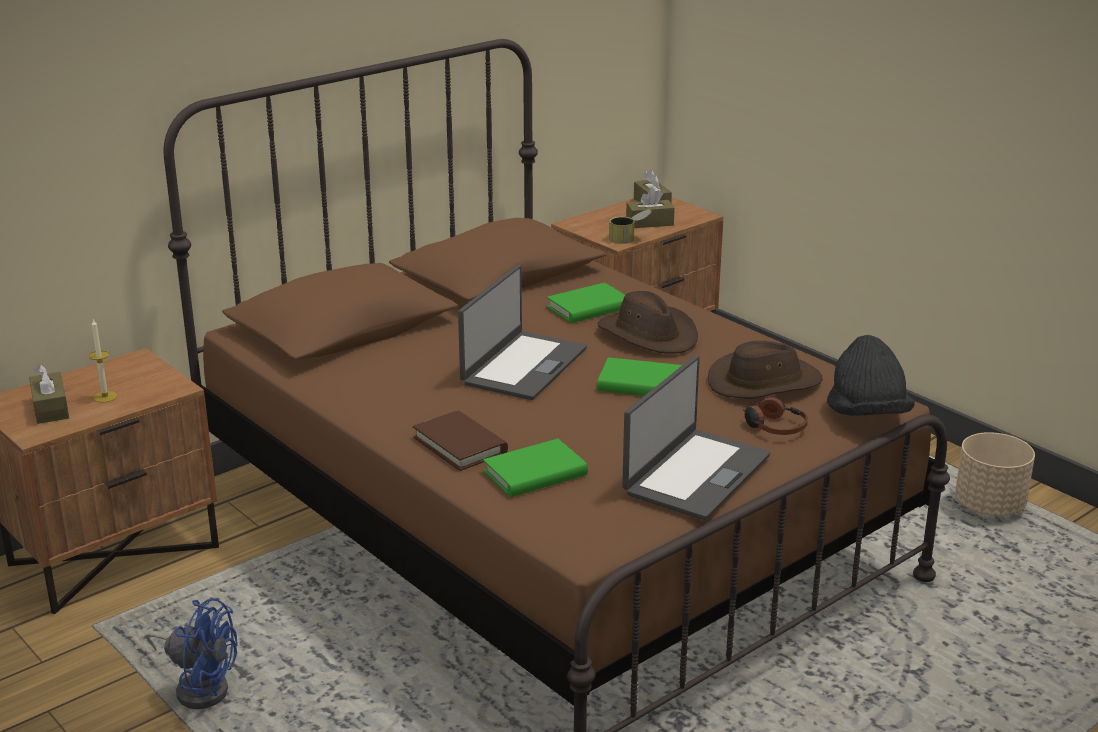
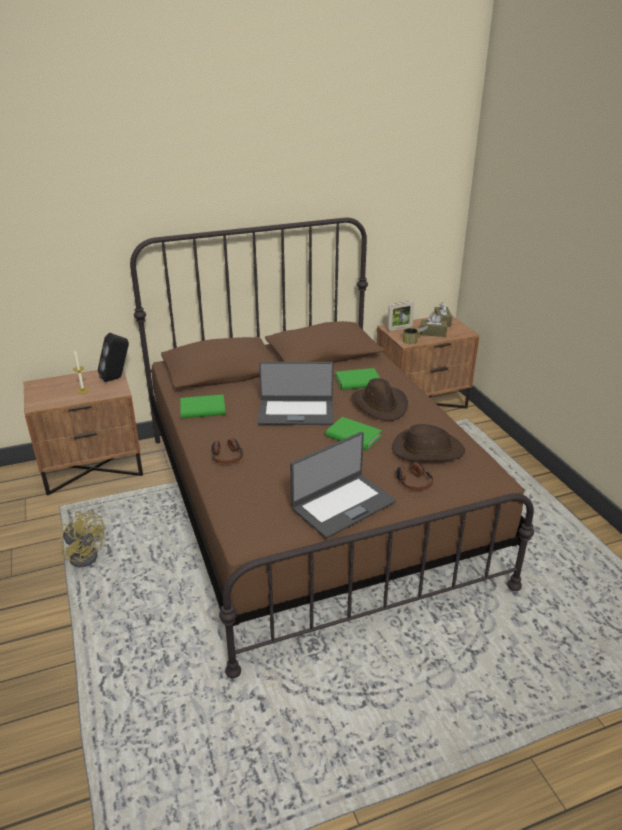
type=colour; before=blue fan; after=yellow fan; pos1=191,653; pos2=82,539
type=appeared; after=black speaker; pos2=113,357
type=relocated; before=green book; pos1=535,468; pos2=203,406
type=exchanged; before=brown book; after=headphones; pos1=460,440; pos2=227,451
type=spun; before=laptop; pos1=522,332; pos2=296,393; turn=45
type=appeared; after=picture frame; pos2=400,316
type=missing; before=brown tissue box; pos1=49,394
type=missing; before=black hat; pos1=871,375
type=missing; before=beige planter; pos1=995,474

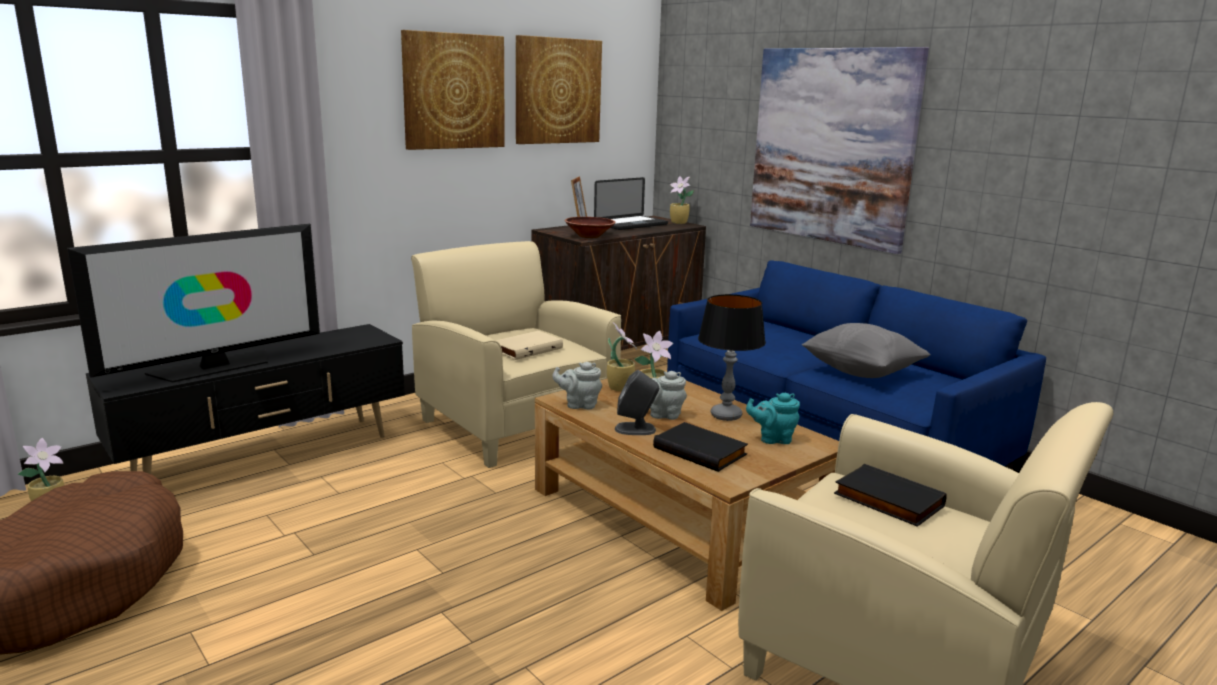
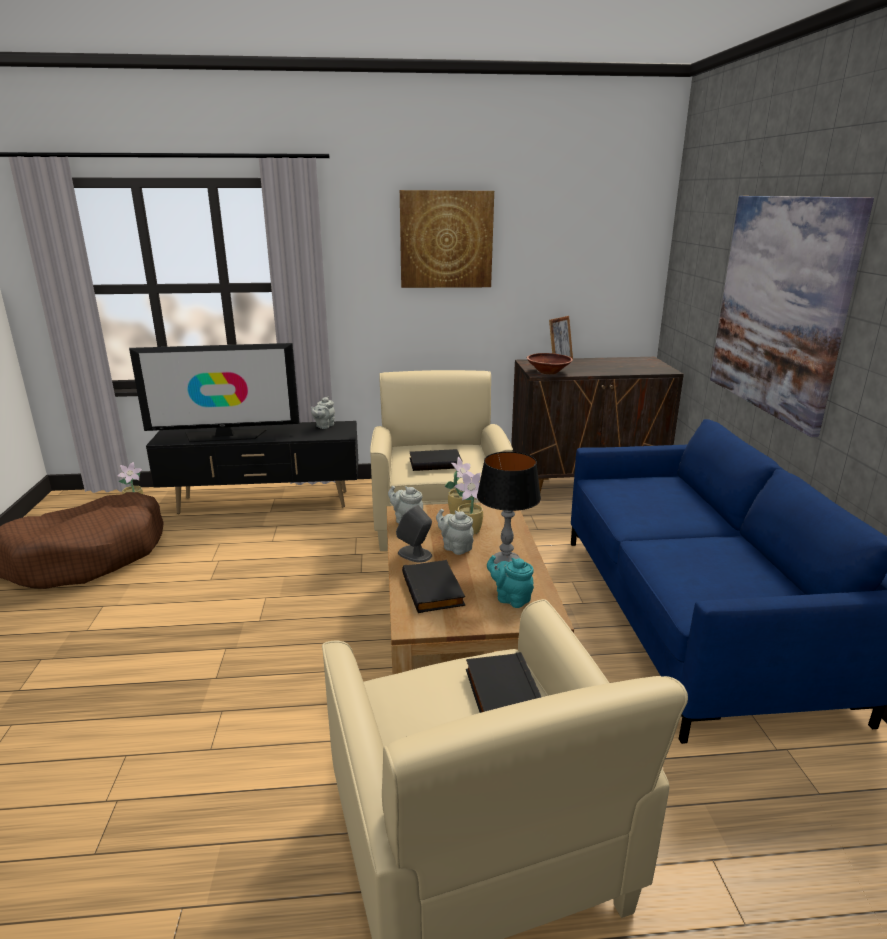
type=appeared; after=grey teapot; pos2=323,413
type=colour; before=beige book; after=black book; pos1=529,345; pos2=436,460
type=missing; before=picture; pos1=559,89
type=missing; before=laptop; pos1=631,203
type=missing; before=potted plant; pos1=682,200
type=missing; before=grey pillow; pos1=866,350

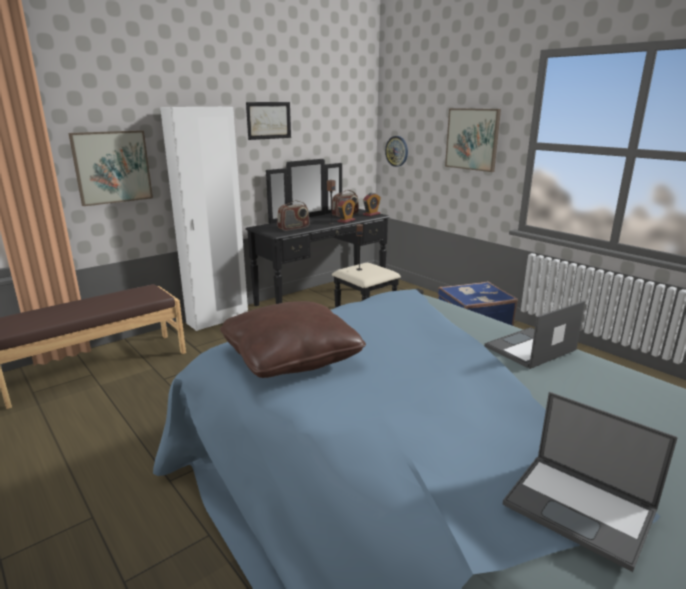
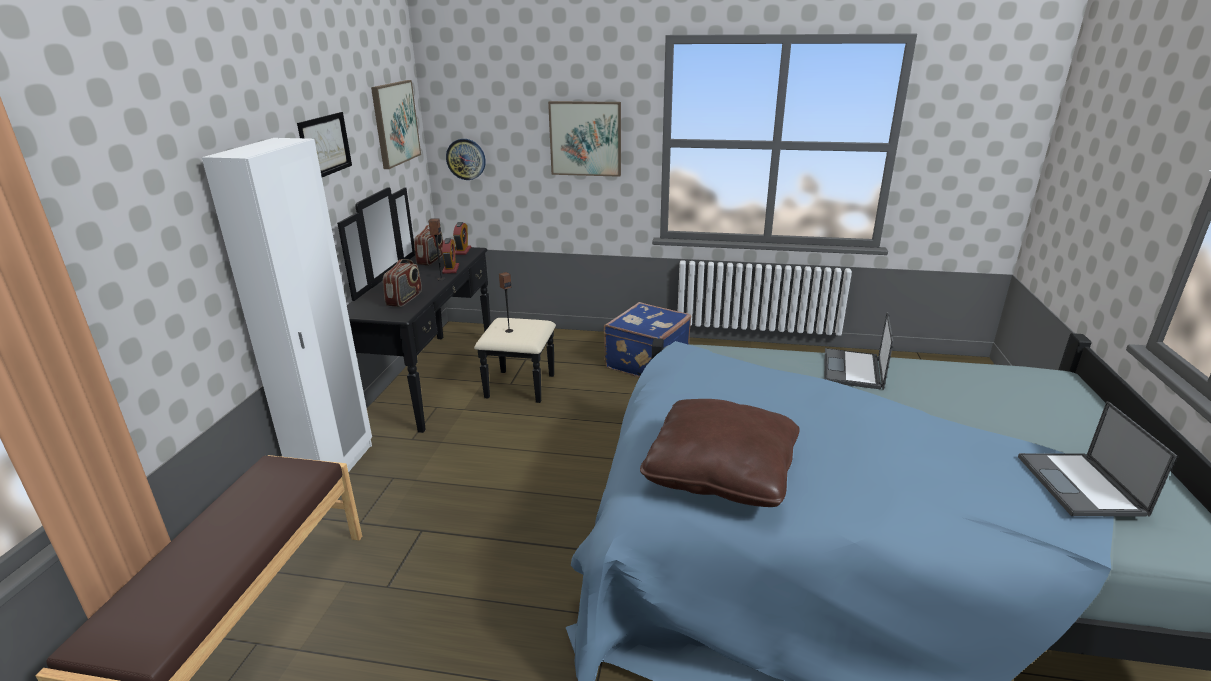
type=relocated; before=picture; pos1=110,168; pos2=396,124
type=spun; before=laptop; pos1=590,482; pos2=1097,459; turn=90

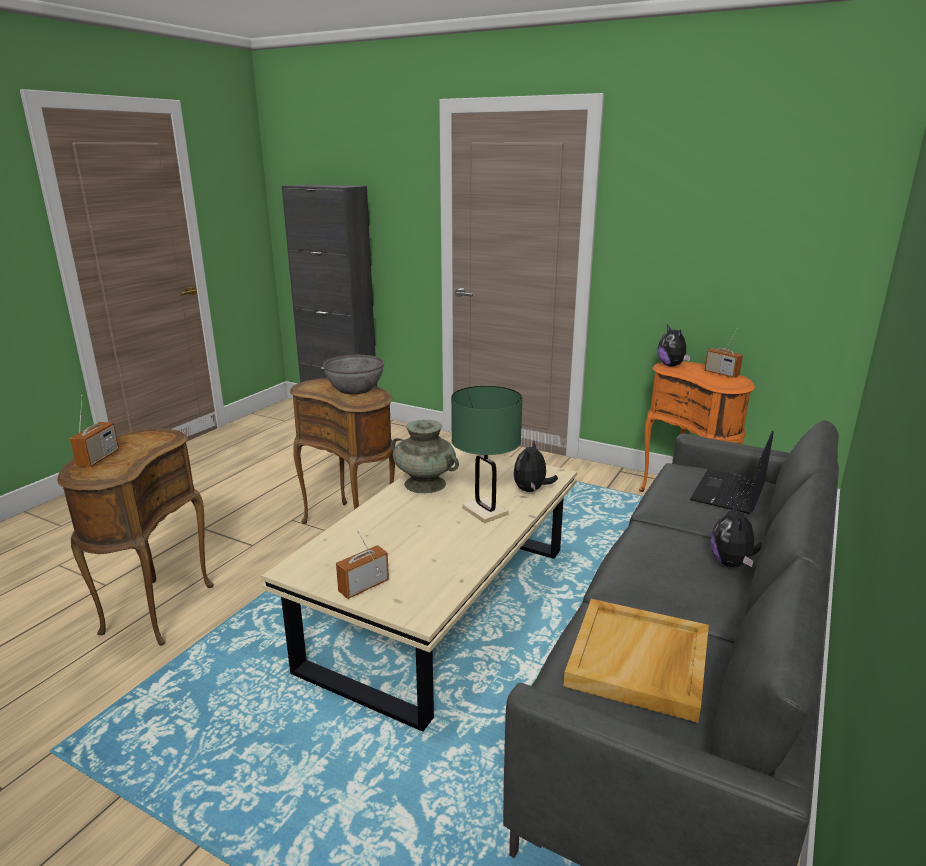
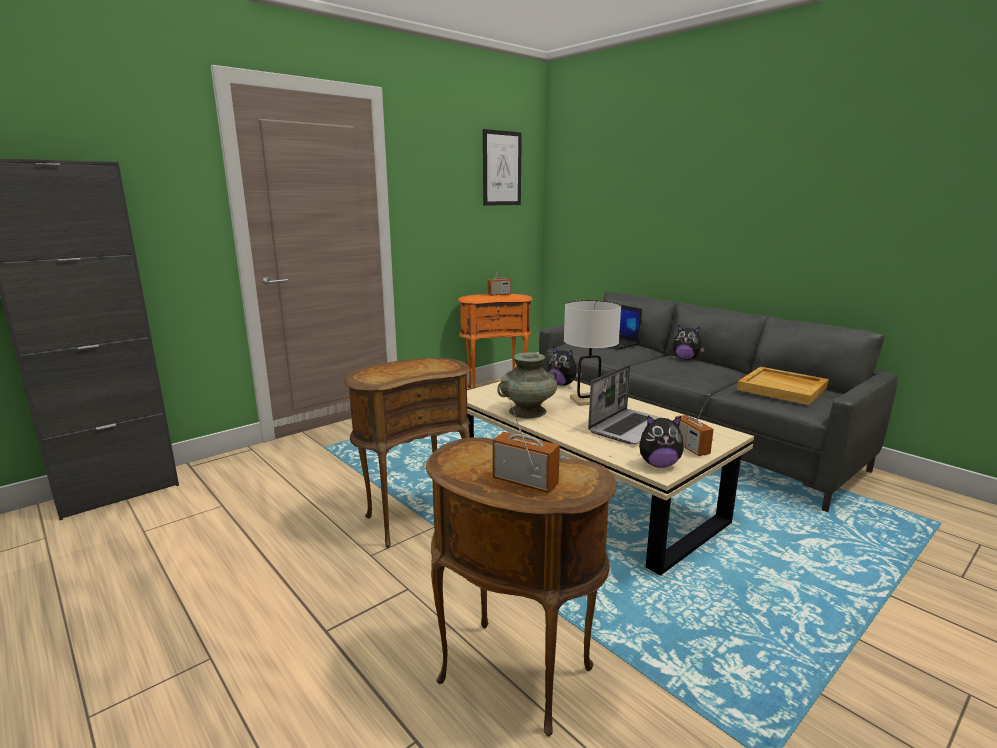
type=appeared; after=picture; pos2=502,167
type=colour; before=green table lamp; after=white table lamp; pos1=487,454; pos2=592,353
type=appeared; after=laptop; pos2=624,404
type=relocated; before=plush toy; pos1=674,346; pos2=661,441
type=missing; before=grey bowl; pos1=353,374

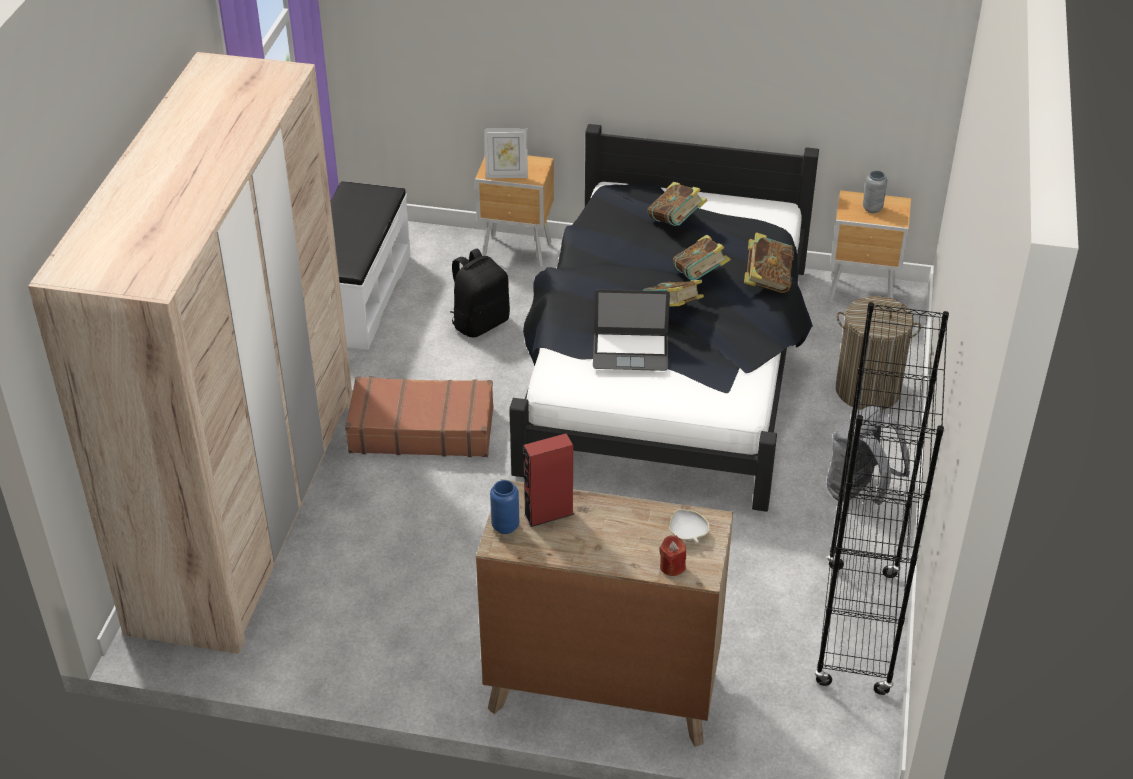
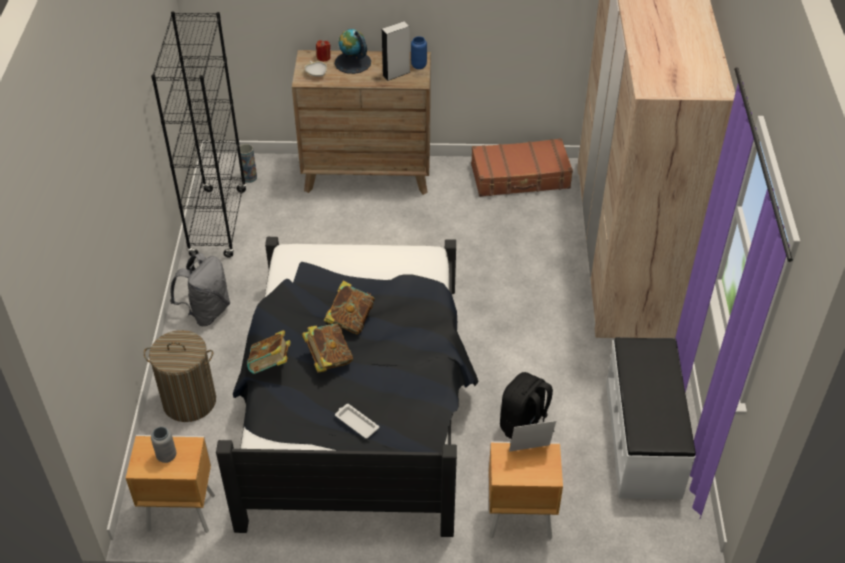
type=appeared; after=vase; pos2=248,163
type=appeared; after=globe; pos2=353,51
type=exchanged; before=book; after=white tray; pos1=677,204; pos2=357,421
type=colour; before=red speaker; after=grey speaker; pos1=548,480; pos2=396,51
type=relocated; before=brown suitcase; pos1=419,416; pos2=522,167
type=missing; before=laptop; pos1=631,330

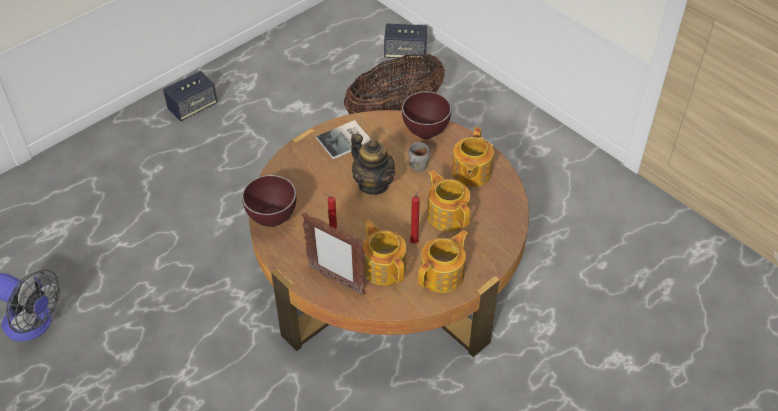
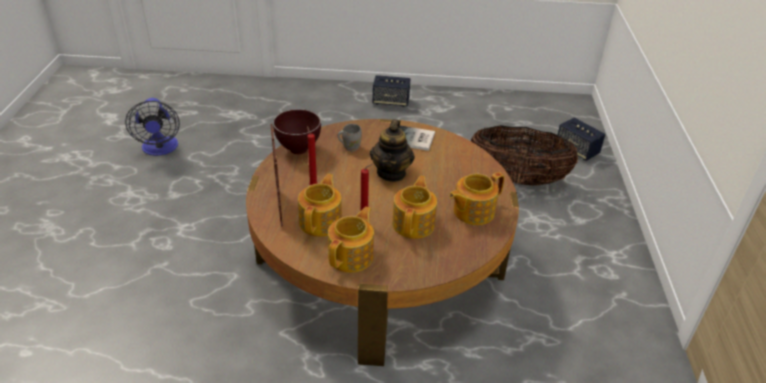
type=spun; before=teapot; pos1=443,261; pos2=351,240; turn=-60
type=relocated; before=grey mug; pos1=419,157; pos2=350,137
type=missing; before=brown bowl; pos1=427,115

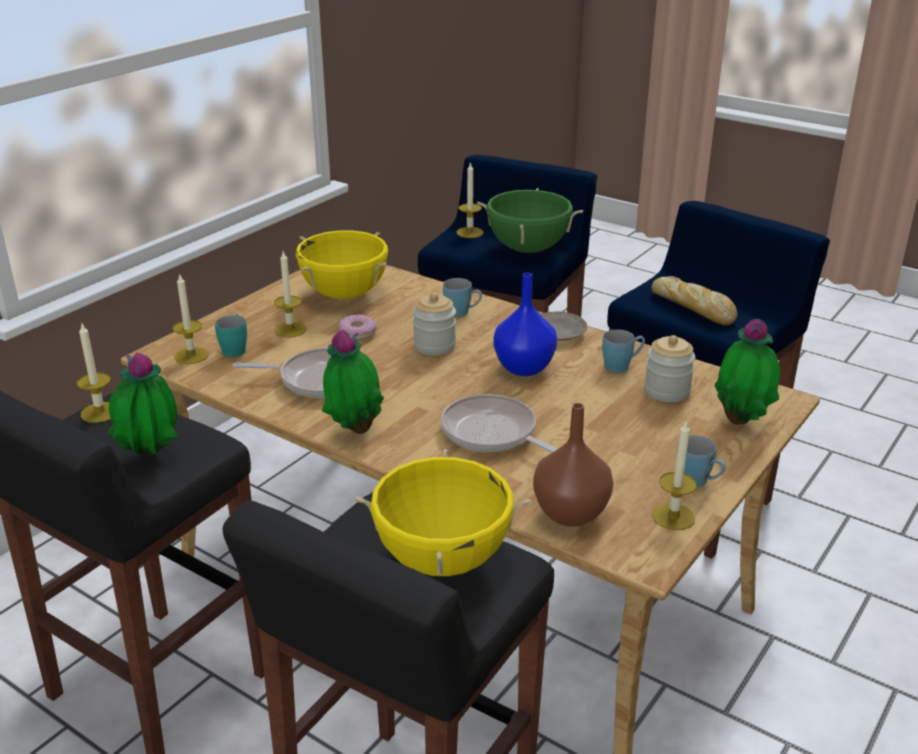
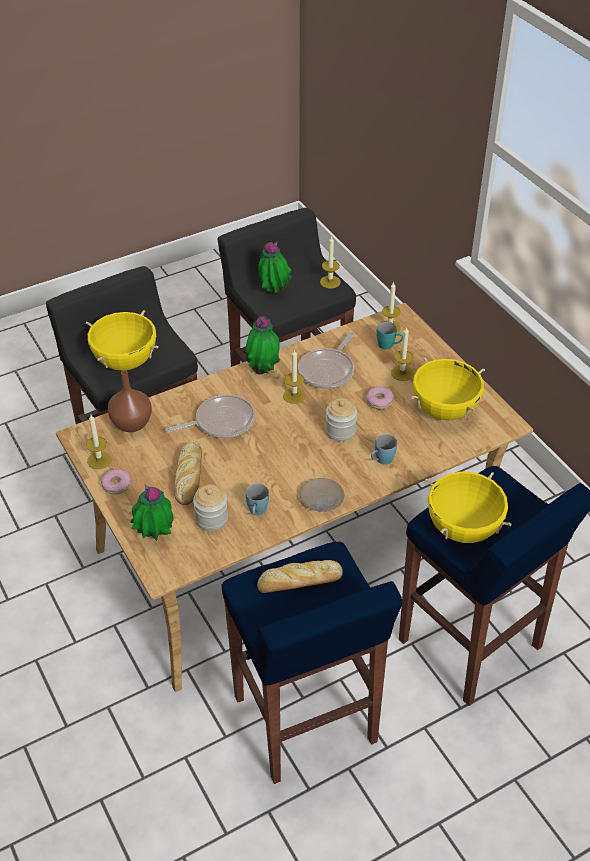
type=exchanged; before=blue mug; after=donut; pos1=701,461; pos2=116,481
type=appeared; after=bread; pos2=188,473
type=relocated; before=candle; pos1=470,200; pos2=294,376
type=colour; before=green cooking pot; after=yellow cooking pot; pos1=530,220; pos2=468,507
type=missing; before=blue vase; pos1=525,324

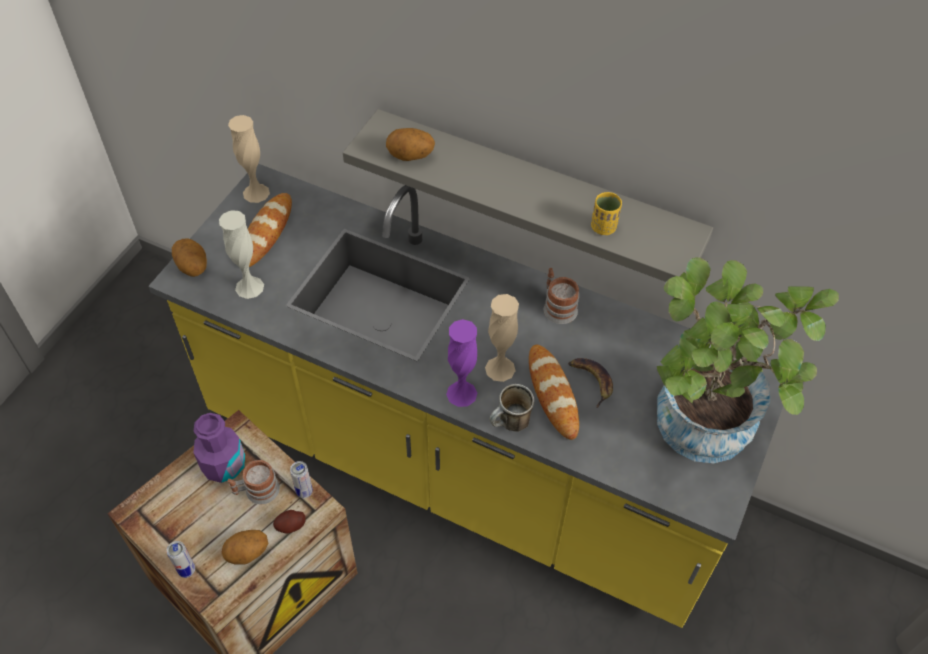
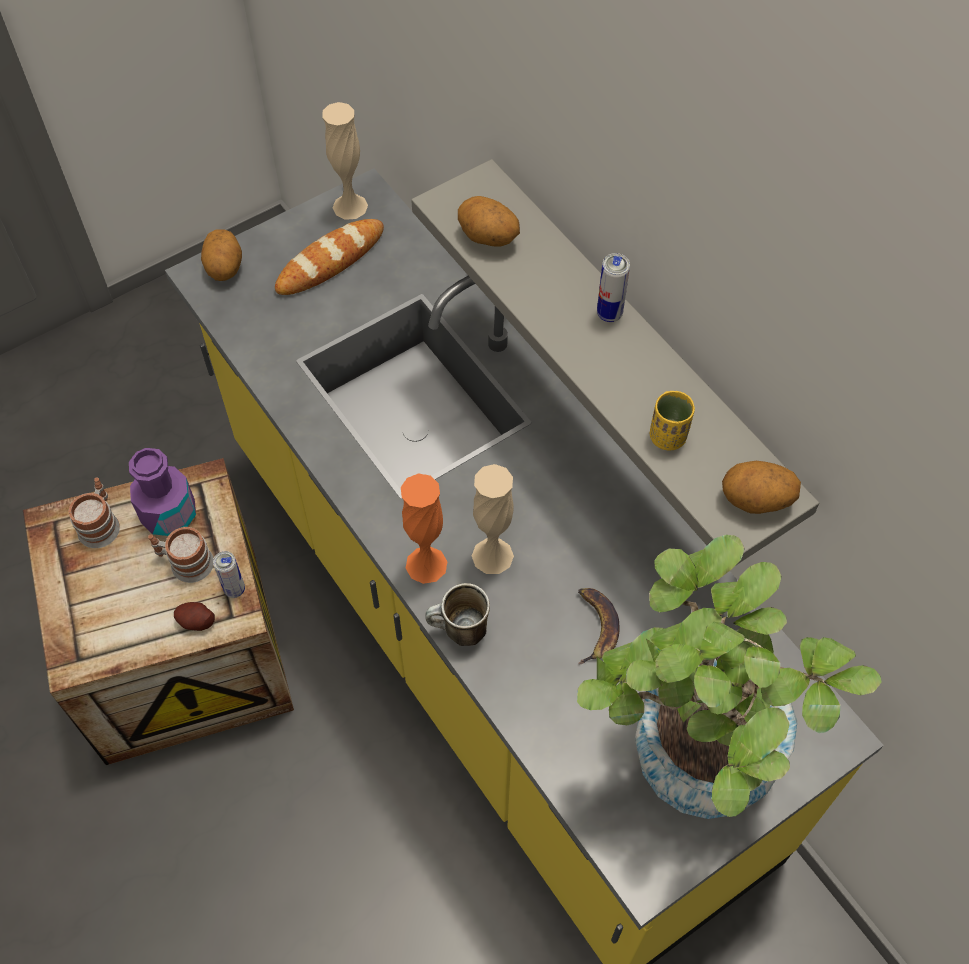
type=relocated; before=mug; pos1=561,296; pos2=94,512
type=colour; before=purple vase; after=orange vase; pos1=461,363; pos2=424,529
type=relocated; before=can; pos1=180,559; pos2=613,287
type=relocated; before=potato; pos1=245,547; pos2=761,487
type=missing; before=white vase; pos1=241,254
type=missing; before=bread; pos1=554,392

